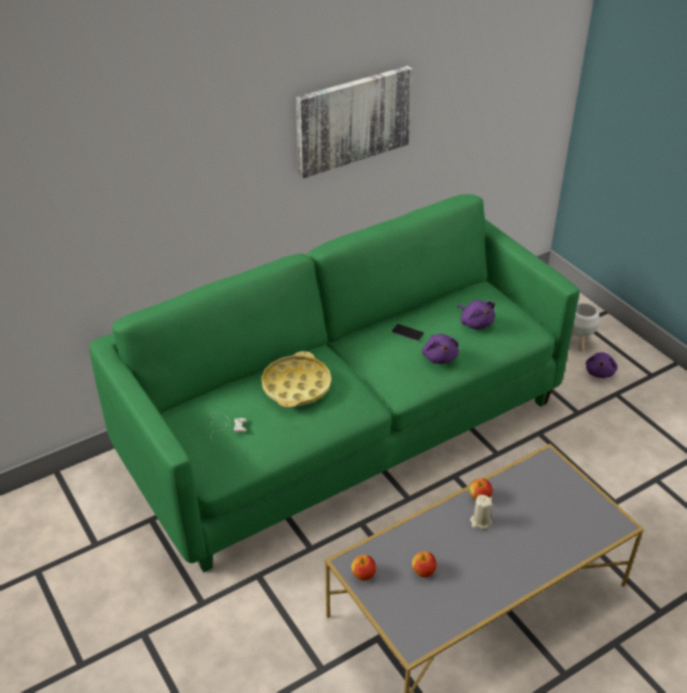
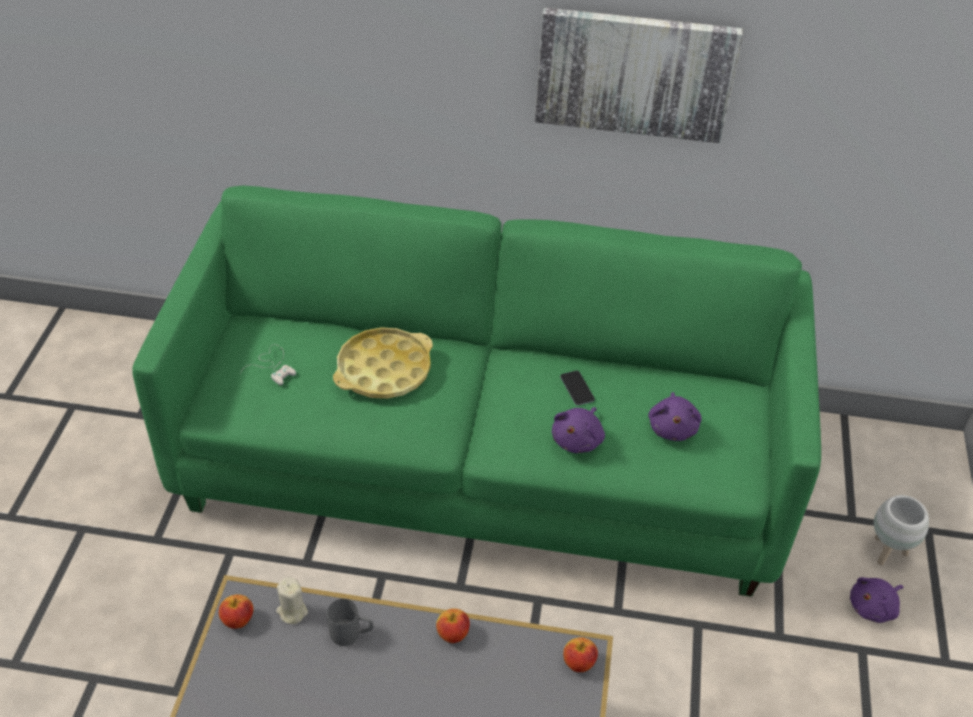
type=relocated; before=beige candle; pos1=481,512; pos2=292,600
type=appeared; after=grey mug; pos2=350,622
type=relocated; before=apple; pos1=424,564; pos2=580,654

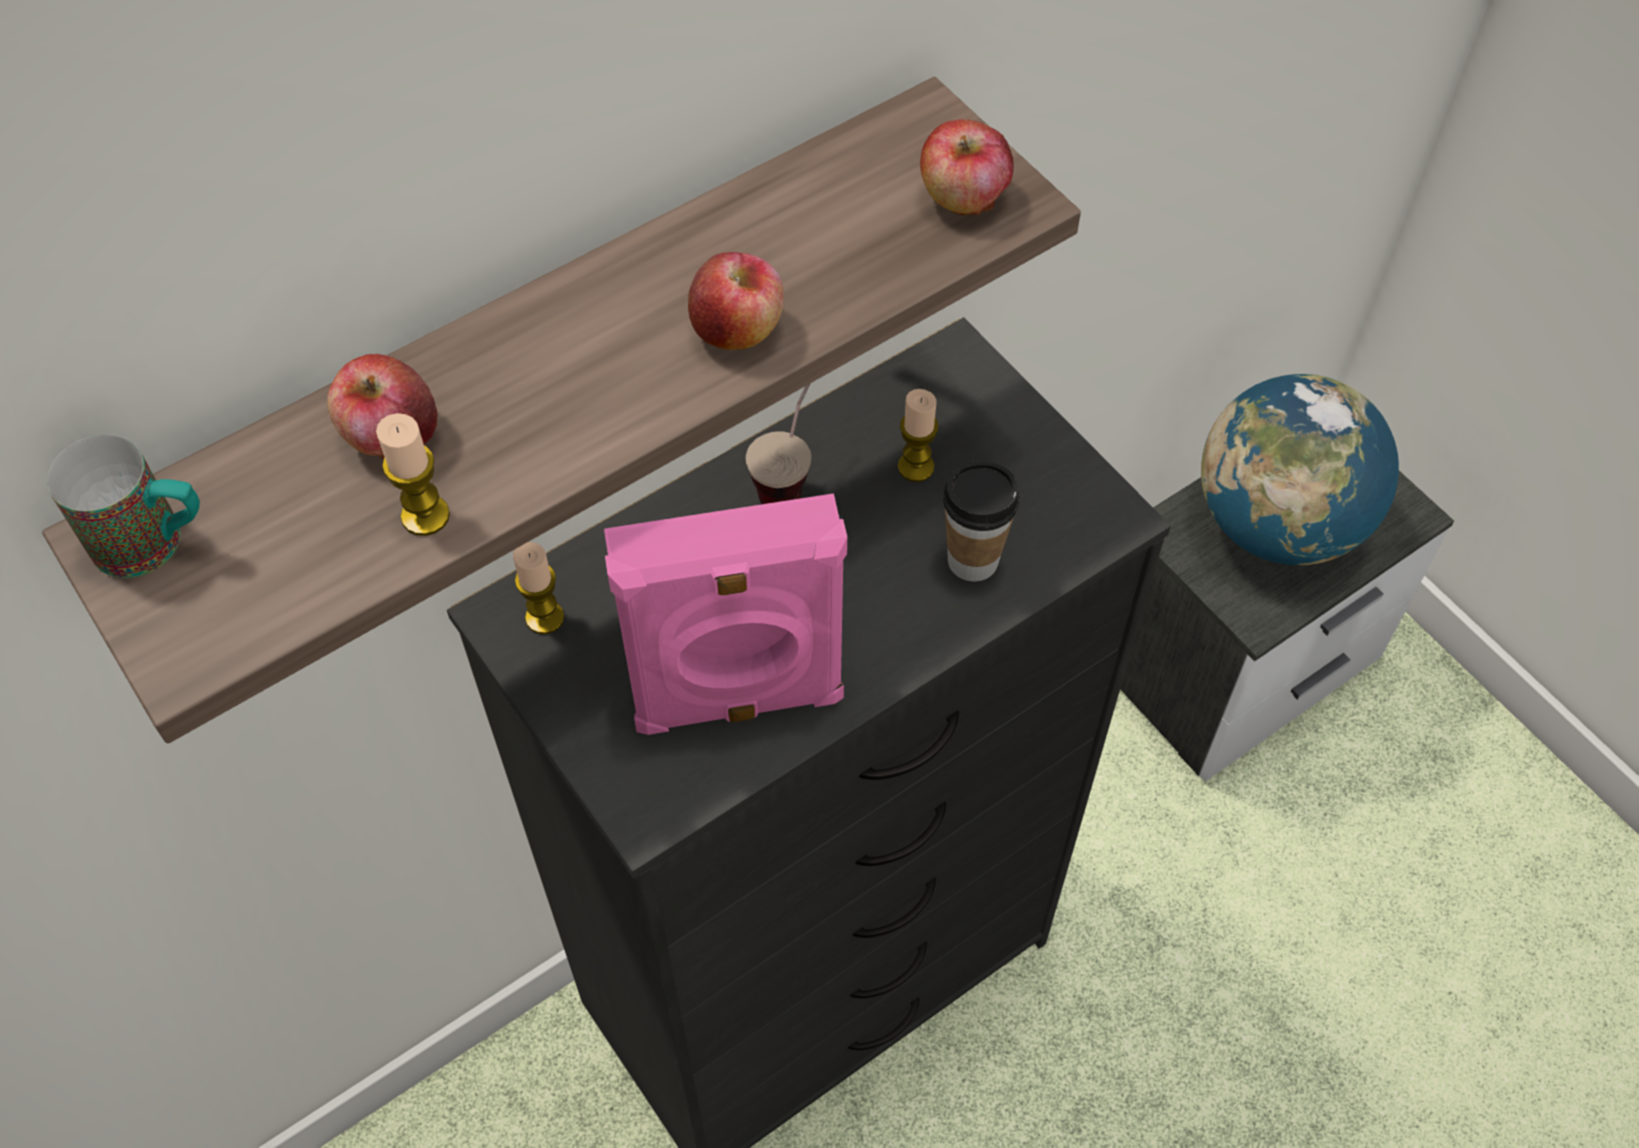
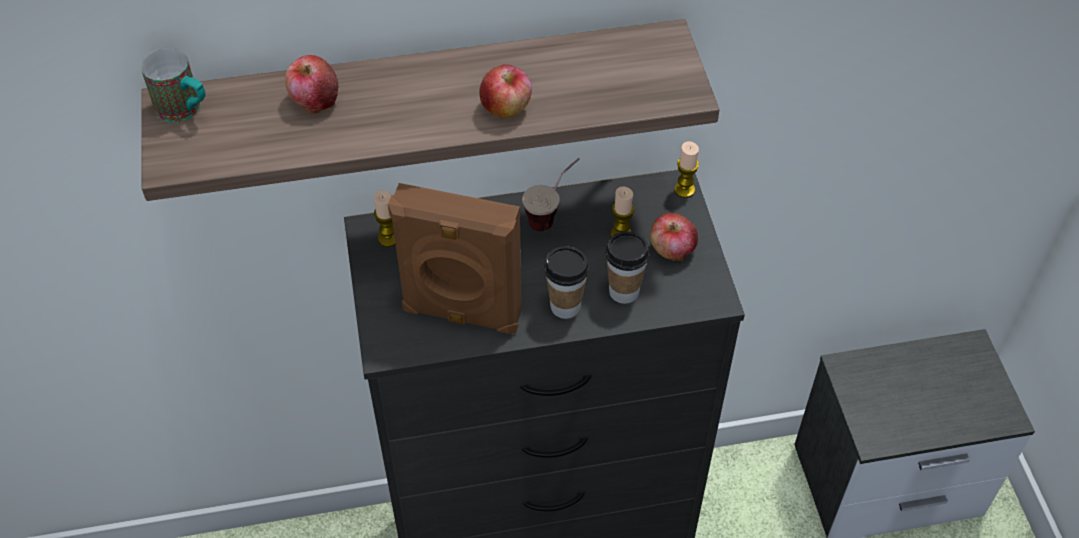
type=colour; before=pink speaker; after=brown speaker; pos1=725,614; pos2=455,258
type=appeared; after=cup; pos2=566,282
type=relocated; before=apple; pos1=967,167; pos2=674,237
type=relocated; before=candle; pos1=413,474; pos2=686,169
type=missing; before=globe; pos1=1300,469

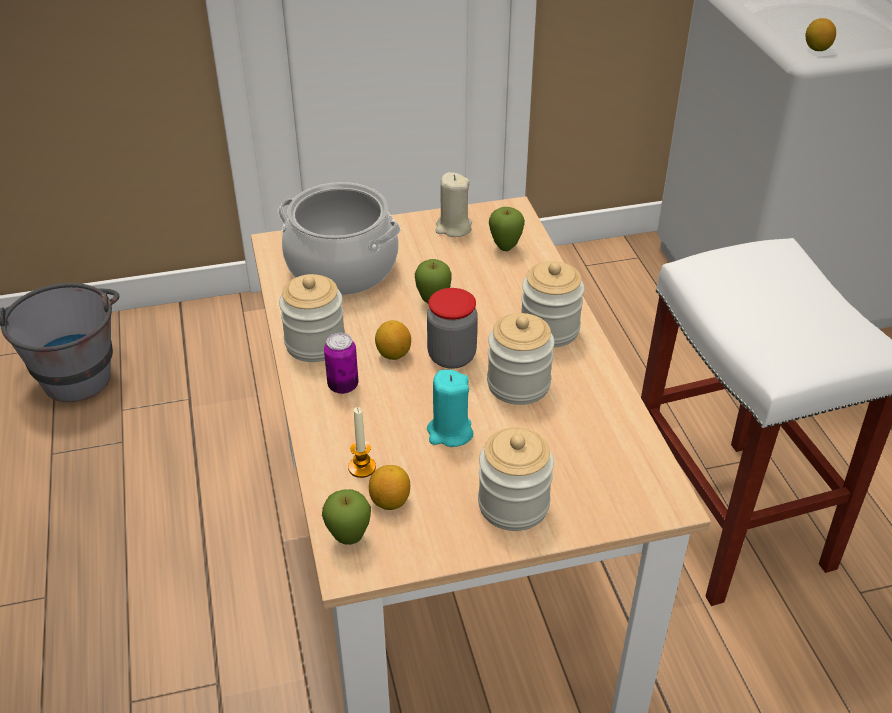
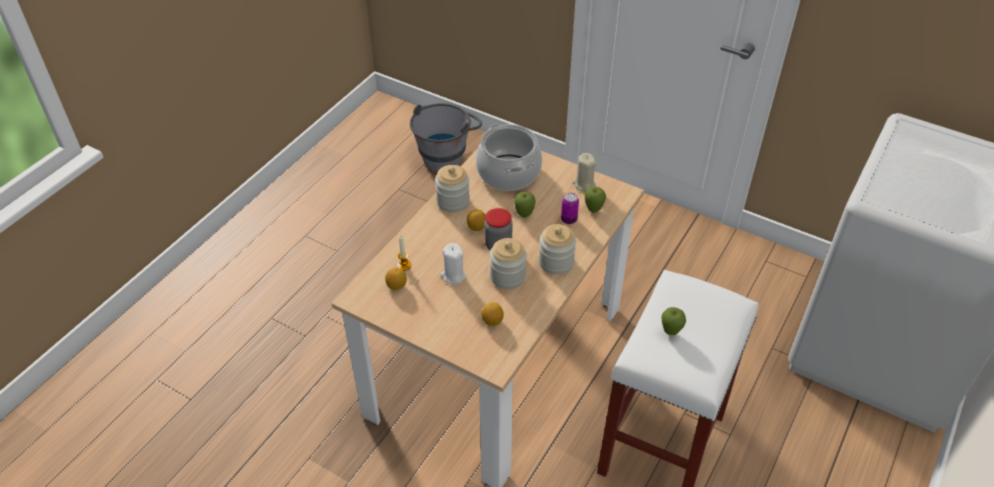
type=colour; before=turquoise candle; after=white candle; pos1=450,408; pos2=453,264
type=relocated; before=lemon; pos1=821,34; pos2=492,314
type=relocated; before=can; pos1=341,363; pos2=570,208
type=relocated; before=apple; pos1=346,517; pos2=674,321
type=missing; before=jar; pos1=516,479

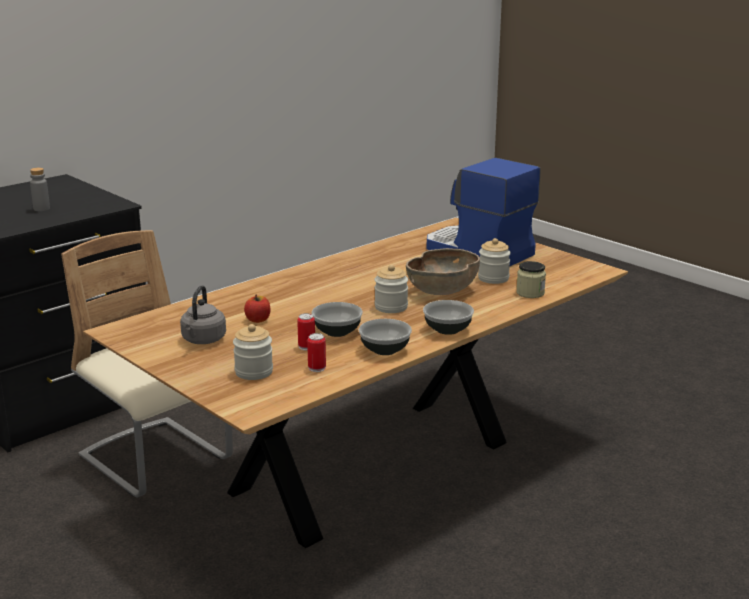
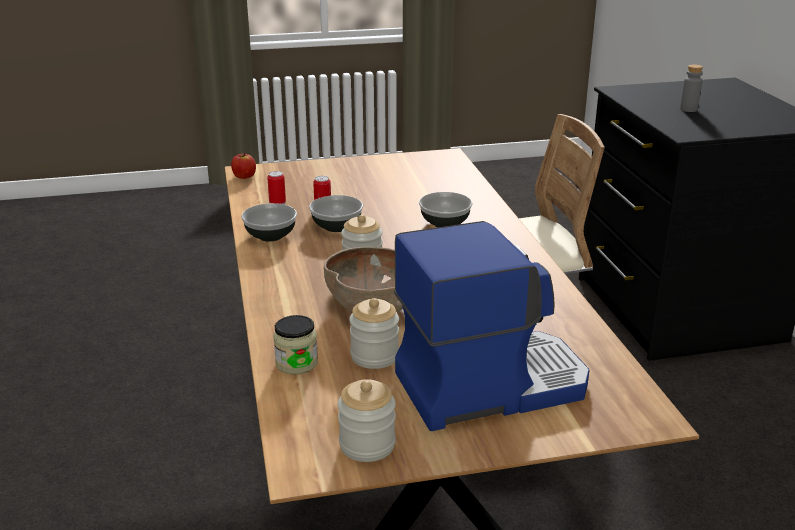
type=relocated; before=apple; pos1=257,309; pos2=243,166
type=relocated; before=jar; pos1=253,352; pos2=367,420
type=relocated; before=bowl; pos1=448,317; pos2=445,209
type=missing; before=grey kettle; pos1=203,314

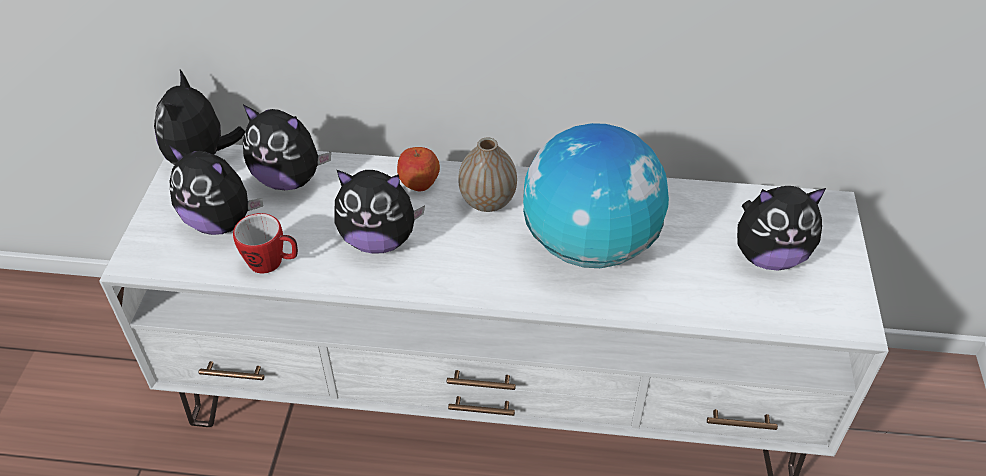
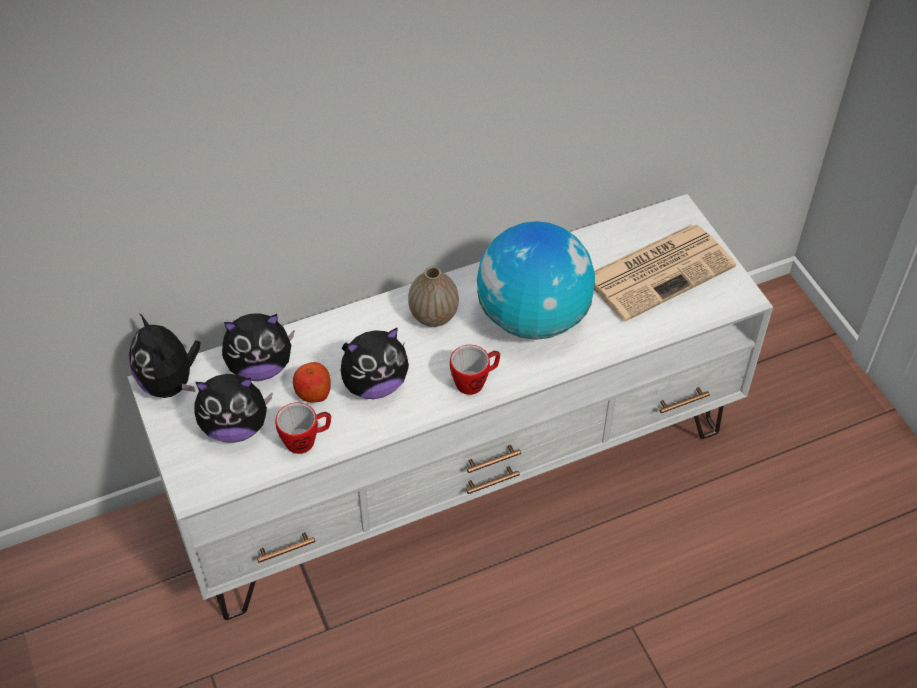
type=relocated; before=apple; pos1=418,169; pos2=312,382
type=appeared; after=mug; pos2=475,370
type=exchanged; before=plush toy; after=newspaper; pos1=781,228; pos2=665,273

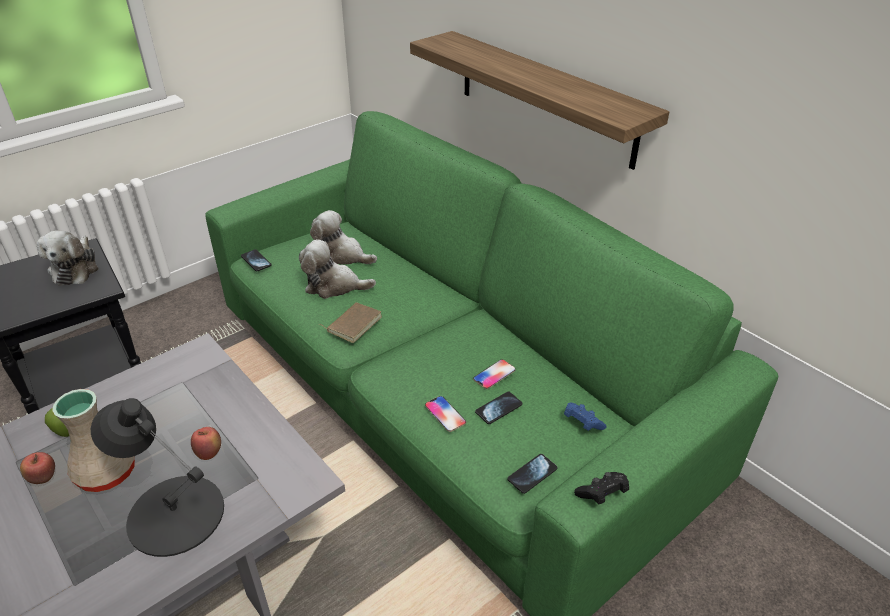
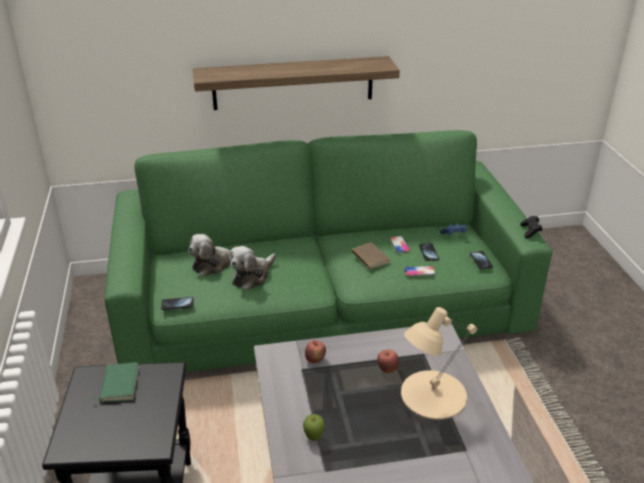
type=exchanged; before=plush toy; after=green book; pos1=68,258; pos2=114,382
type=relocated; before=apple; pos1=37,468; pos2=315,351
type=relocated; before=brown book; pos1=350,322; pos2=371,256
type=colour; before=black table lamp; after=beige table lamp; pos1=157,477; pos2=439,363
type=missing; before=beige vase; pos1=93,440

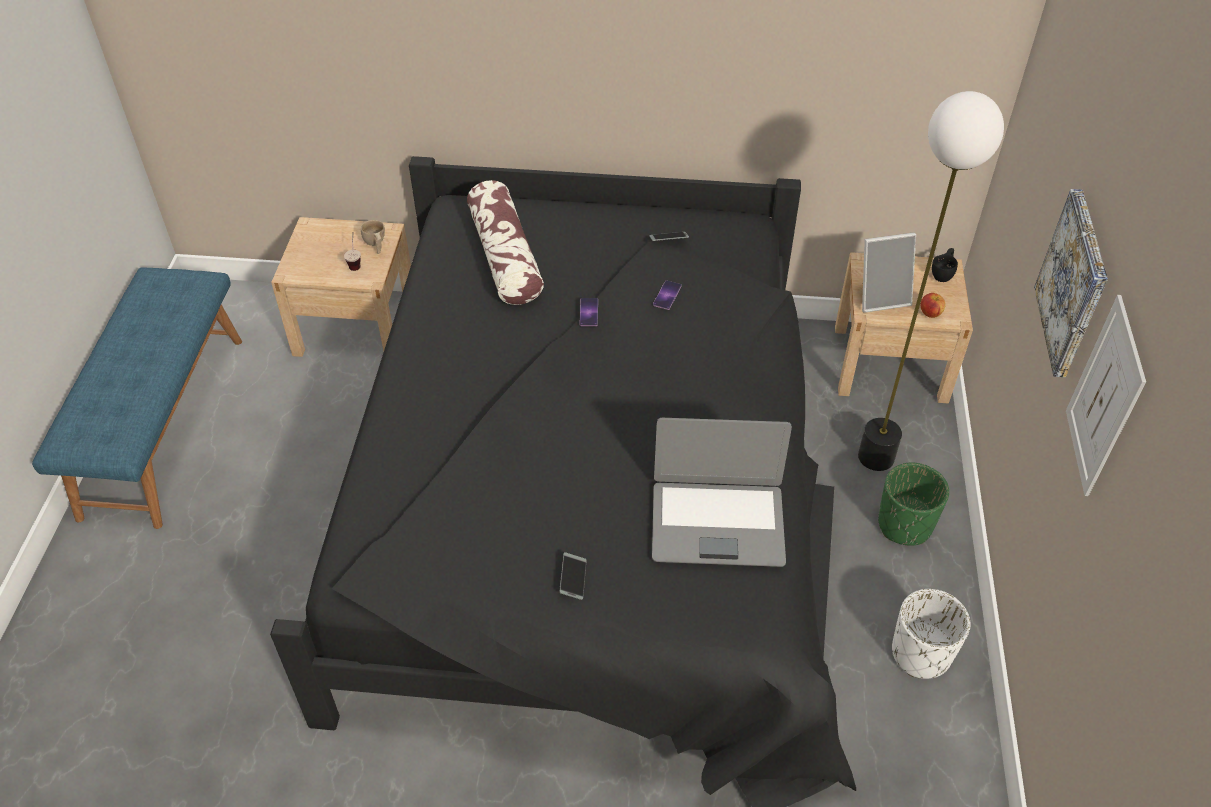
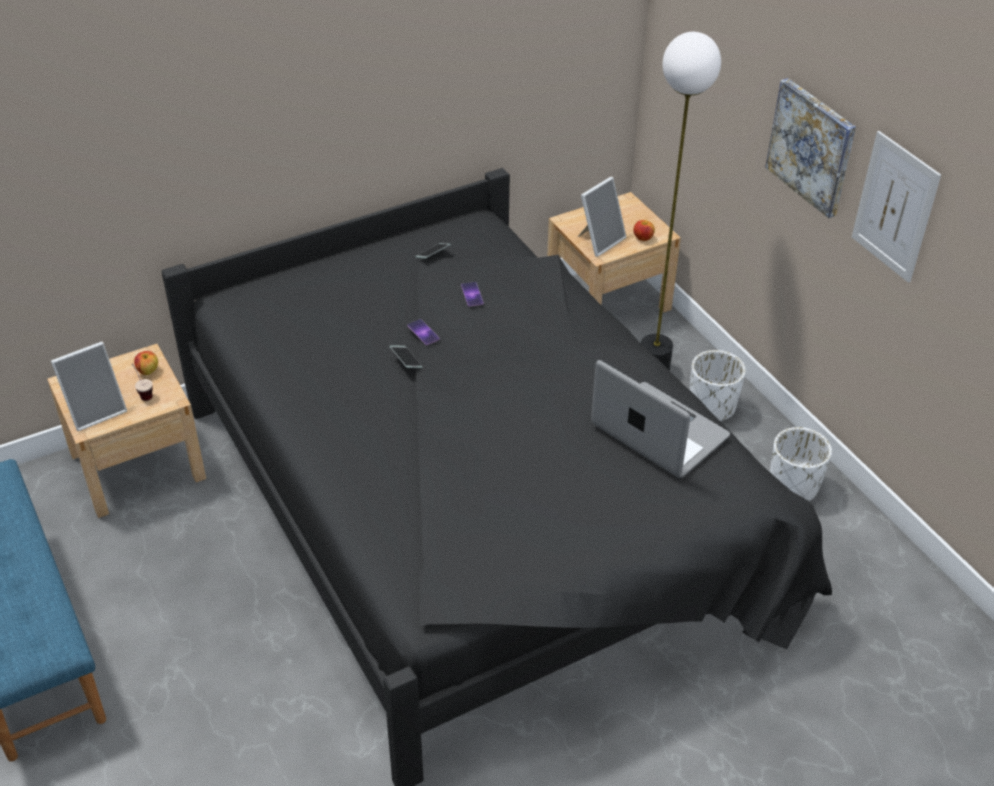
type=appeared; after=picture frame; pos2=89,386
type=exchanged; before=beige cup; after=apple; pos1=373,237; pos2=146,363
type=relocated; before=phone; pos1=572,576; pos2=405,356
type=spun; before=laptop; pos1=722,492; pos2=660,419; turn=-105
type=colour; before=green planter; after=white planter; pos1=913,504; pos2=718,385
type=missing; before=pillow; pos1=505,242
type=missing; before=black cup; pos1=945,265

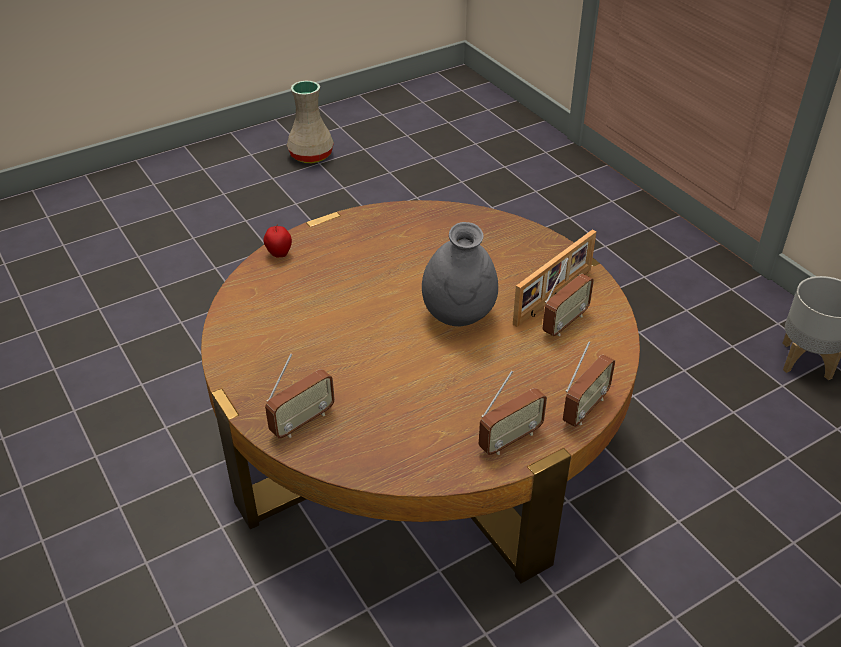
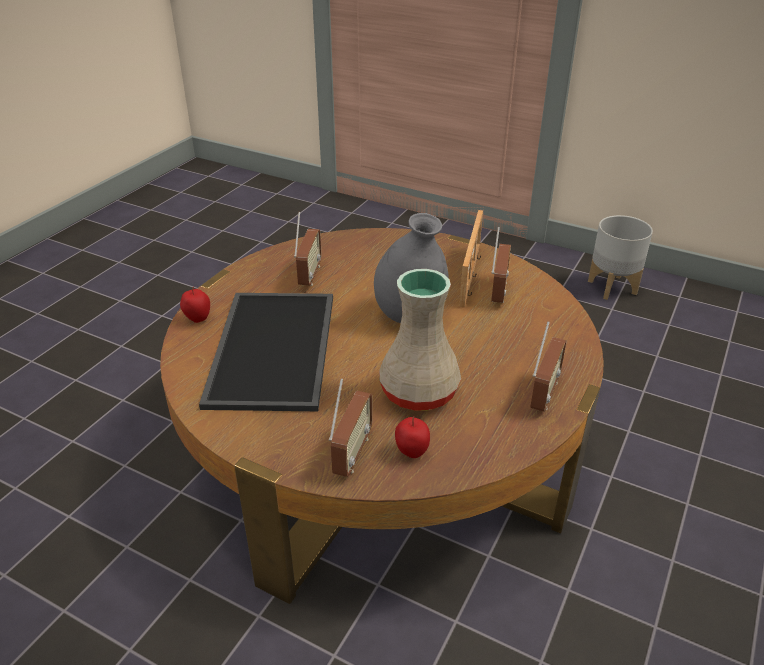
type=appeared; after=tray; pos2=266,352
type=relocated; before=radio; pos1=589,384; pos2=308,249
type=relocated; before=beige vase; pos1=310,122; pos2=420,340
type=appeared; after=apple; pos2=412,437

